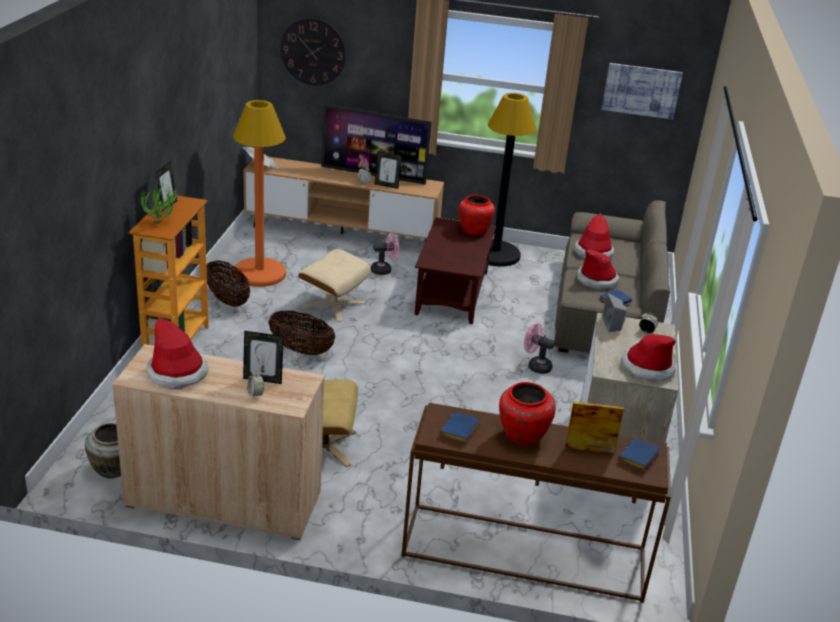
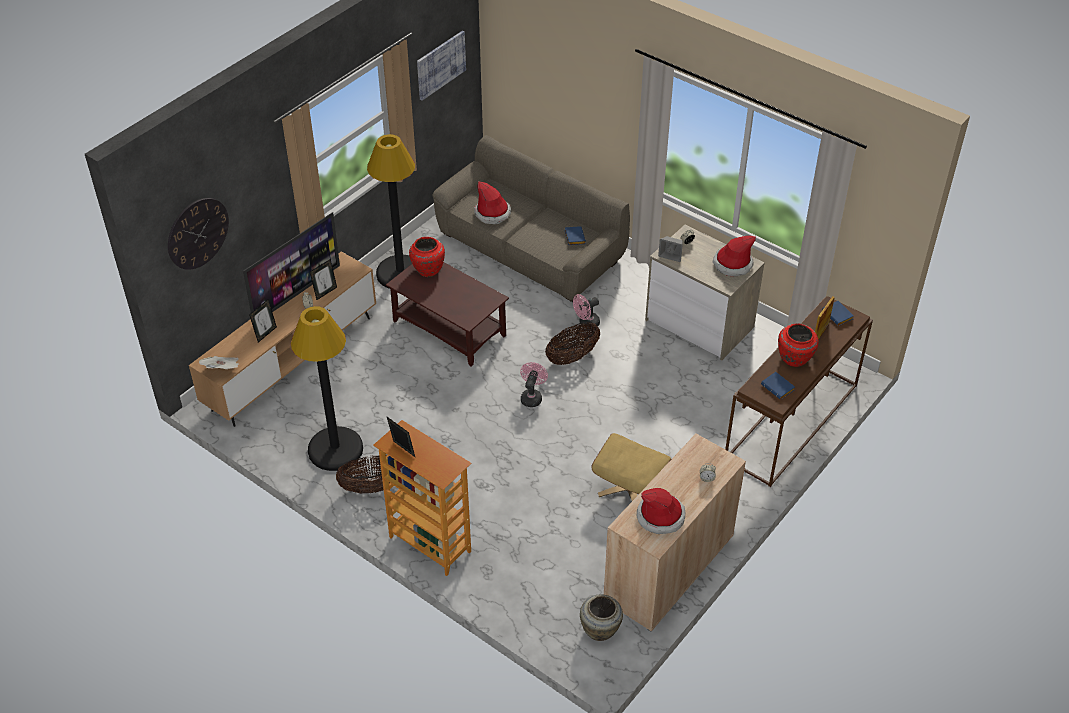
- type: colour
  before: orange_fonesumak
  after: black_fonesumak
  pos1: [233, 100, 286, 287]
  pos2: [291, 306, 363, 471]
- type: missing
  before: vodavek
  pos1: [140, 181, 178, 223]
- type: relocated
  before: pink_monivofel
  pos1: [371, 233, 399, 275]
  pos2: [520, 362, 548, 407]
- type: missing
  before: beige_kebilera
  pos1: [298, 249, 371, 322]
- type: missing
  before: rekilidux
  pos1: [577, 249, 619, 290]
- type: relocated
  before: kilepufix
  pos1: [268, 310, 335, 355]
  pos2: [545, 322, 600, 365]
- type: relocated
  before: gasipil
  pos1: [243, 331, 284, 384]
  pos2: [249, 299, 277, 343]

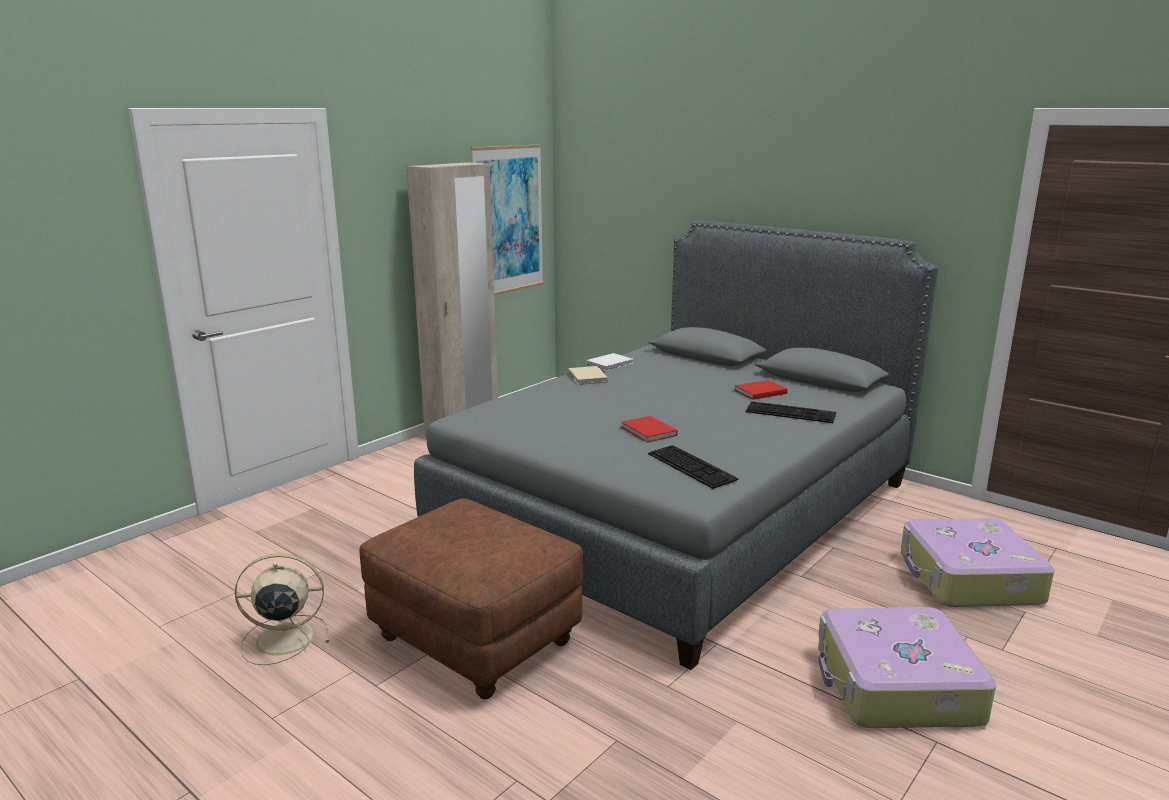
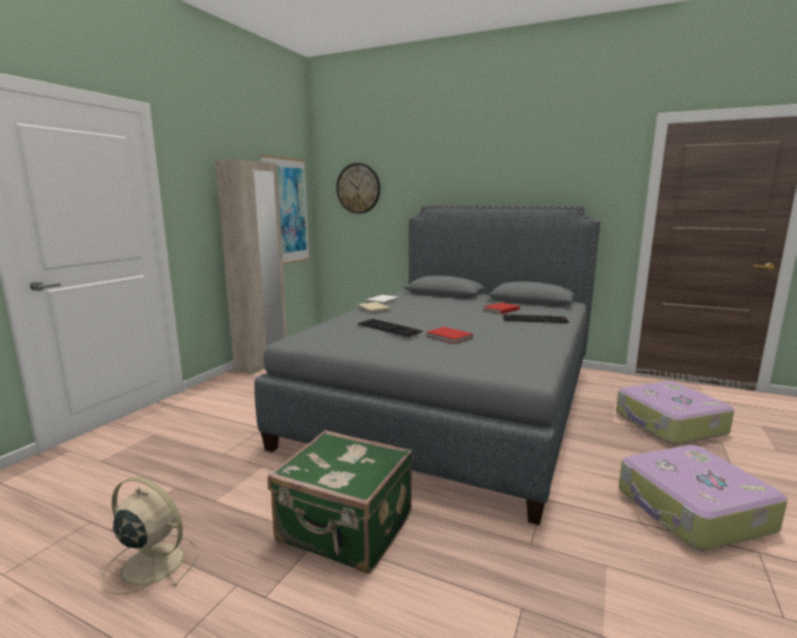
- type: relocated
  before: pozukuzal
  pos1: [648, 445, 738, 489]
  pos2: [358, 319, 422, 337]
- type: exchanged
  before: brown_kebilera
  after: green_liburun
  pos1: [360, 498, 583, 699]
  pos2: [268, 430, 413, 574]
- type: spun
  before: beige_monivofel
  pos1: [235, 554, 329, 665]
  pos2: [101, 477, 198, 594]
  turn: 45
- type: appeared
  after: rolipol
  pos2: [336, 163, 380, 214]

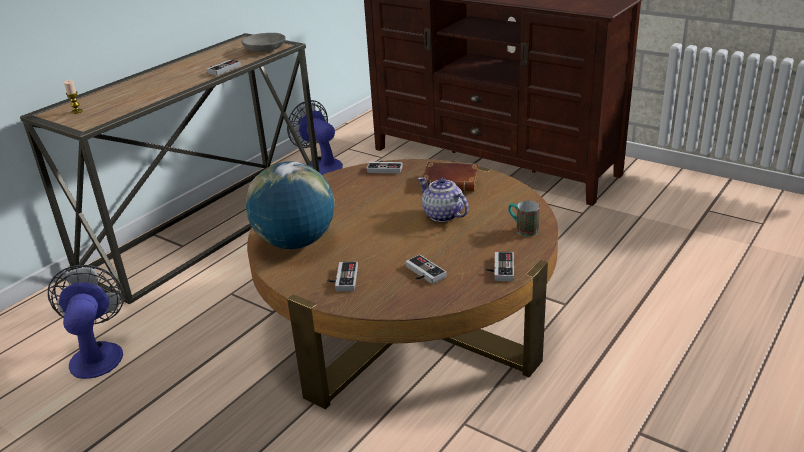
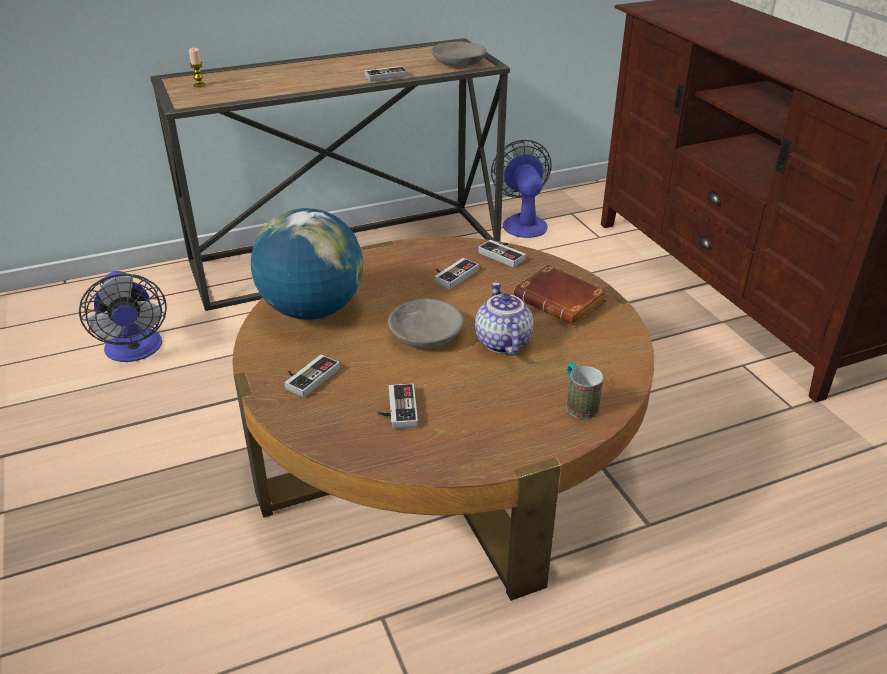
- type: relocated
  before: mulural
  pos1: [485, 252, 514, 281]
  pos2: [434, 258, 479, 289]
- type: spun
  before: monivofel
  pos1: [48, 265, 124, 379]
  pos2: [79, 271, 167, 362]
  turn: 135
- type: appeared
  after: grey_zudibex
  pos2: [388, 298, 464, 348]

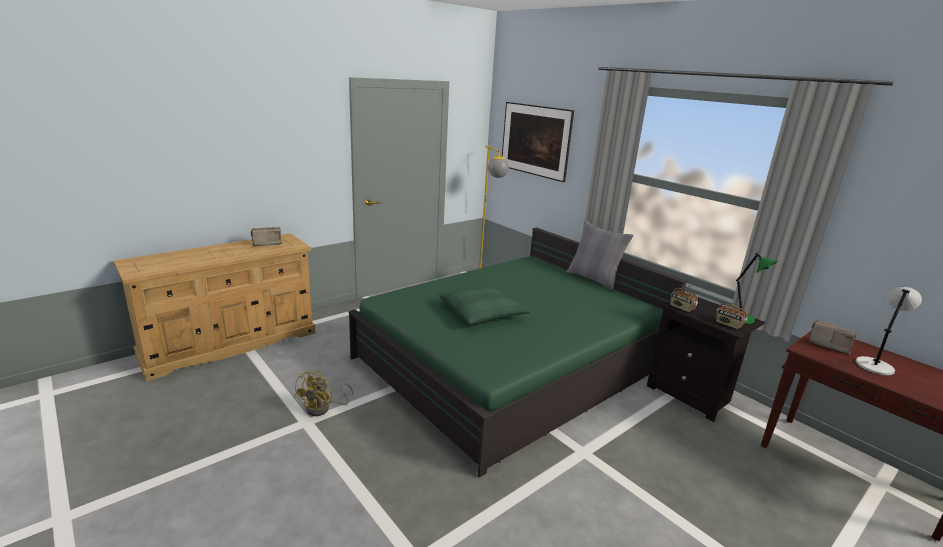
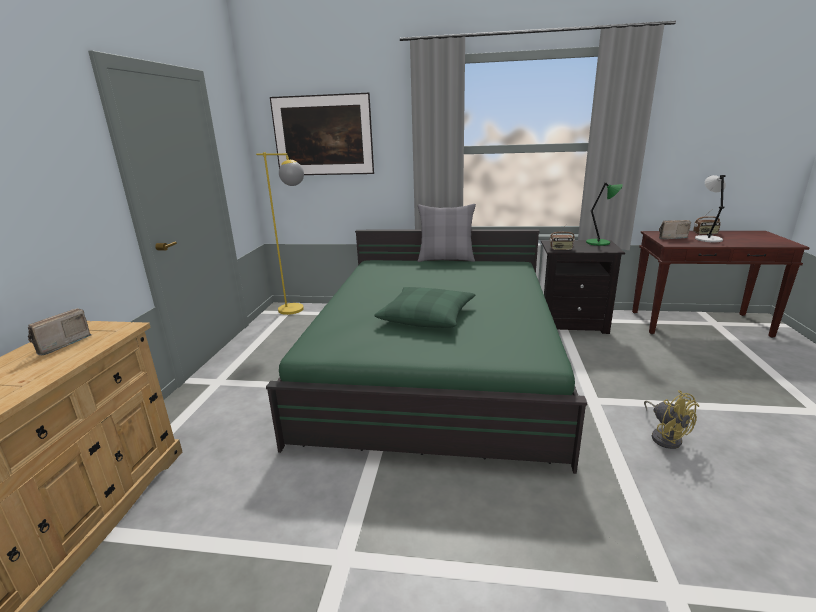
- type: relocated
  before: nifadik
  pos1: [716, 299, 747, 329]
  pos2: [693, 210, 721, 235]
- type: relocated
  before: yellow_monivofel
  pos1: [294, 371, 353, 416]
  pos2: [644, 390, 699, 449]

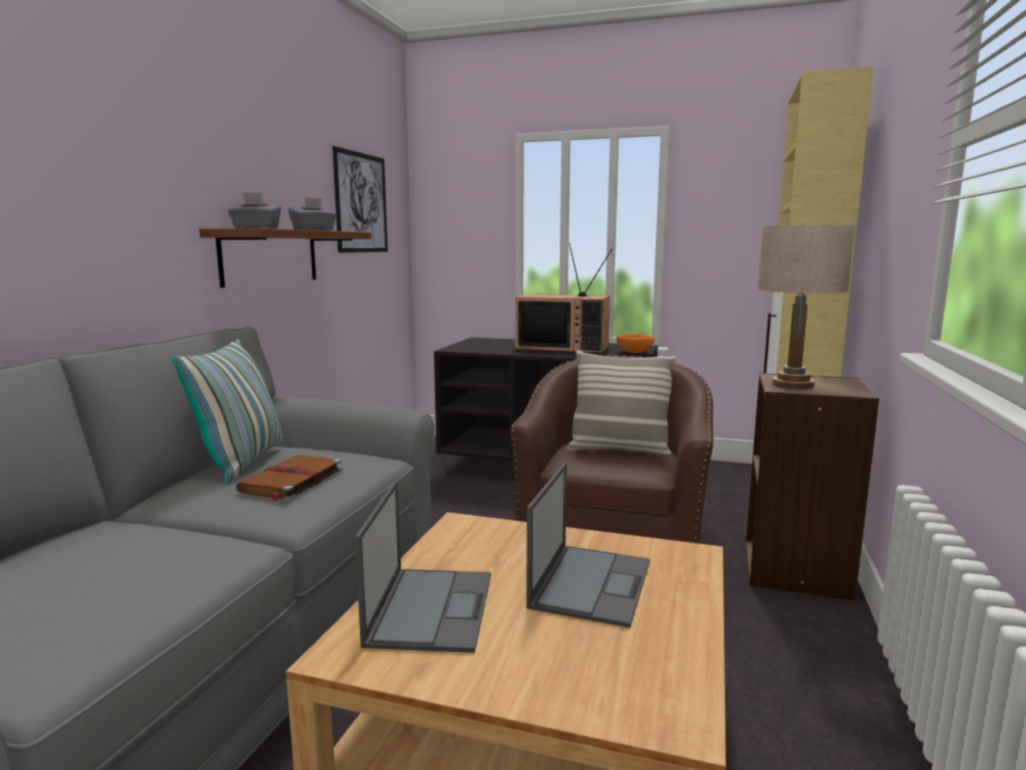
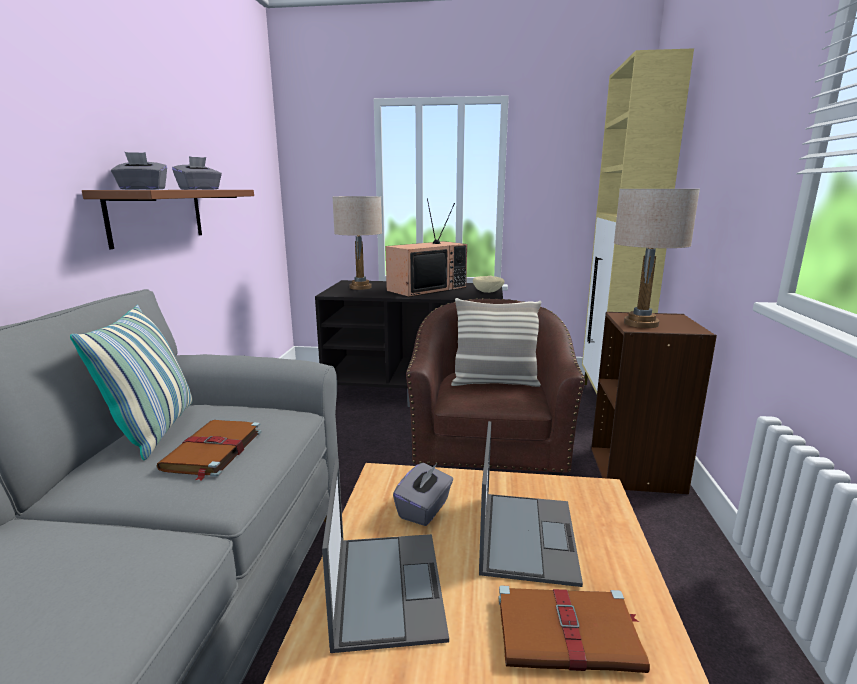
- type: missing
  before: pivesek
  pos1: [332, 146, 388, 253]
- type: spun
  before: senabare
  pos1: [515, 243, 612, 353]
  pos2: [386, 198, 467, 297]
  turn: -45
- type: colour
  before: orange_zudibex
  after: beige_zudibex
  pos1: [616, 334, 655, 353]
  pos2: [473, 276, 505, 293]
- type: appeared
  after: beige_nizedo
  pos2: [333, 196, 382, 290]
- type: appeared
  after: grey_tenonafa
  pos2: [393, 463, 453, 526]
- type: appeared
  after: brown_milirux
  pos2: [498, 585, 650, 673]

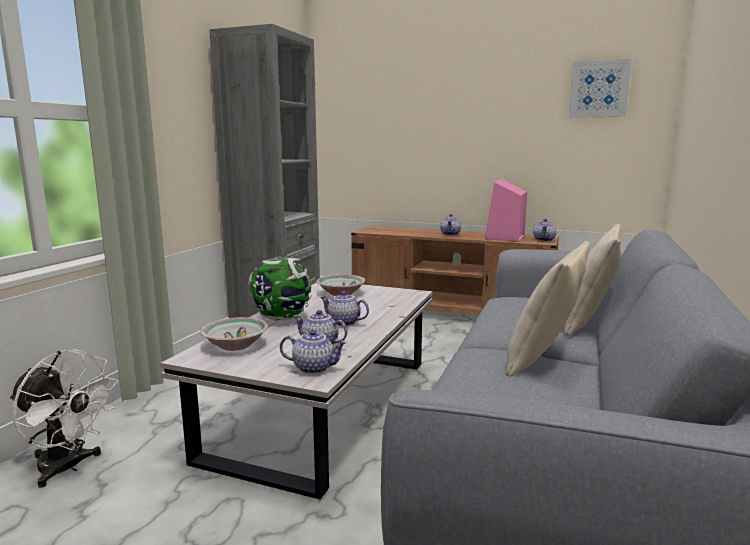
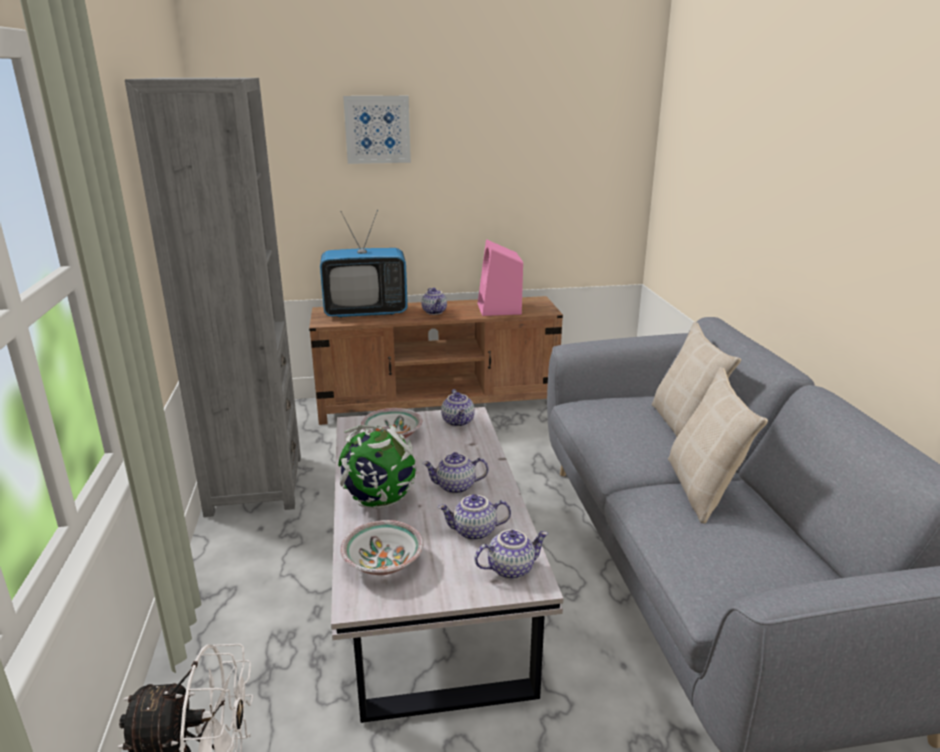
- type: relocated
  before: pivesek
  pos1: [569, 59, 632, 118]
  pos2: [343, 96, 411, 164]
- type: relocated
  before: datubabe
  pos1: [533, 219, 557, 242]
  pos2: [441, 389, 475, 427]
- type: appeared
  after: senabare
  pos2: [320, 210, 408, 318]

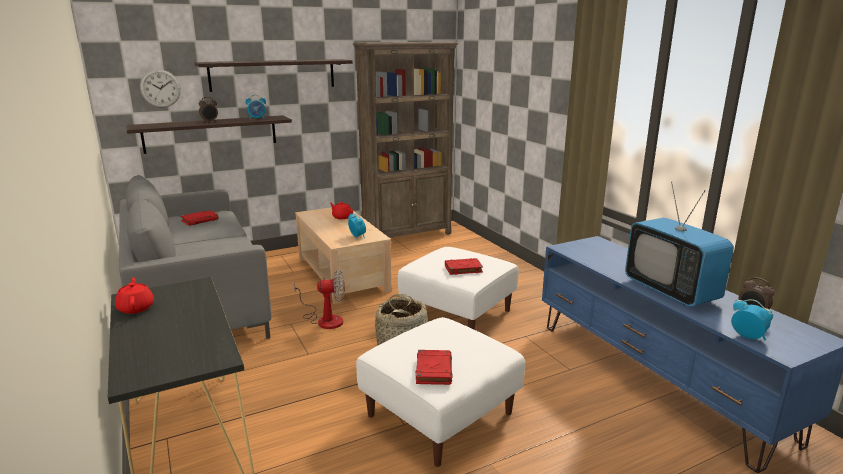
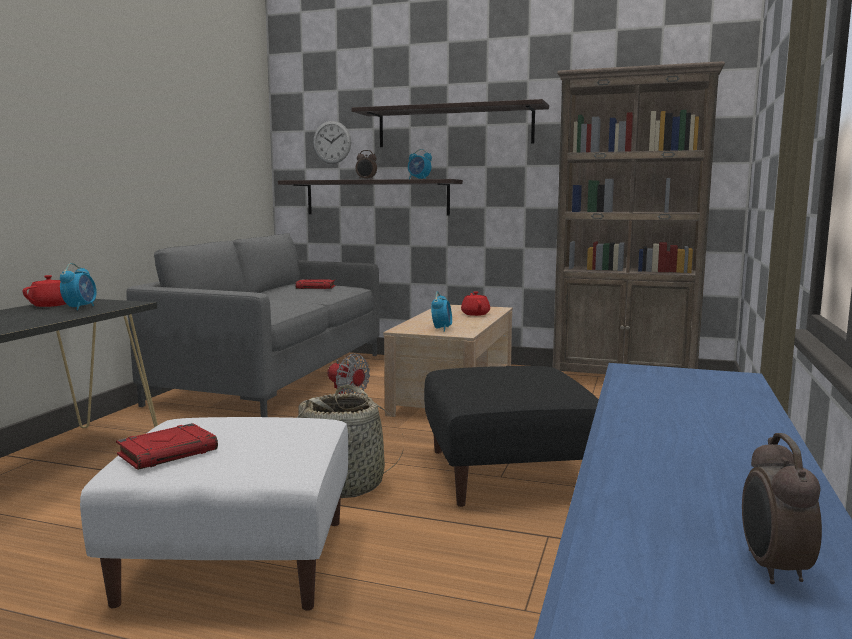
- type: missing
  before: senabare
  pos1: [625, 182, 734, 307]
- type: colour
  before: white_kebilera
  after: black_kebilera
  pos1: [398, 247, 519, 330]
  pos2: [424, 366, 599, 507]
- type: missing
  before: red_milirux
  pos1: [445, 258, 483, 275]
- type: relocated
  before: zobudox
  pos1: [731, 299, 773, 340]
  pos2: [60, 263, 97, 310]

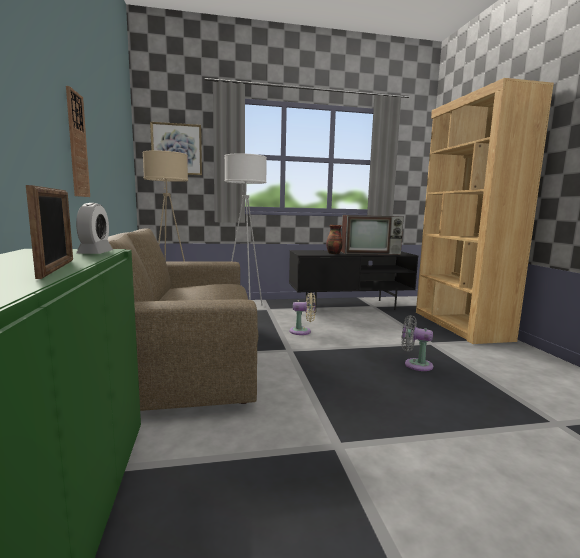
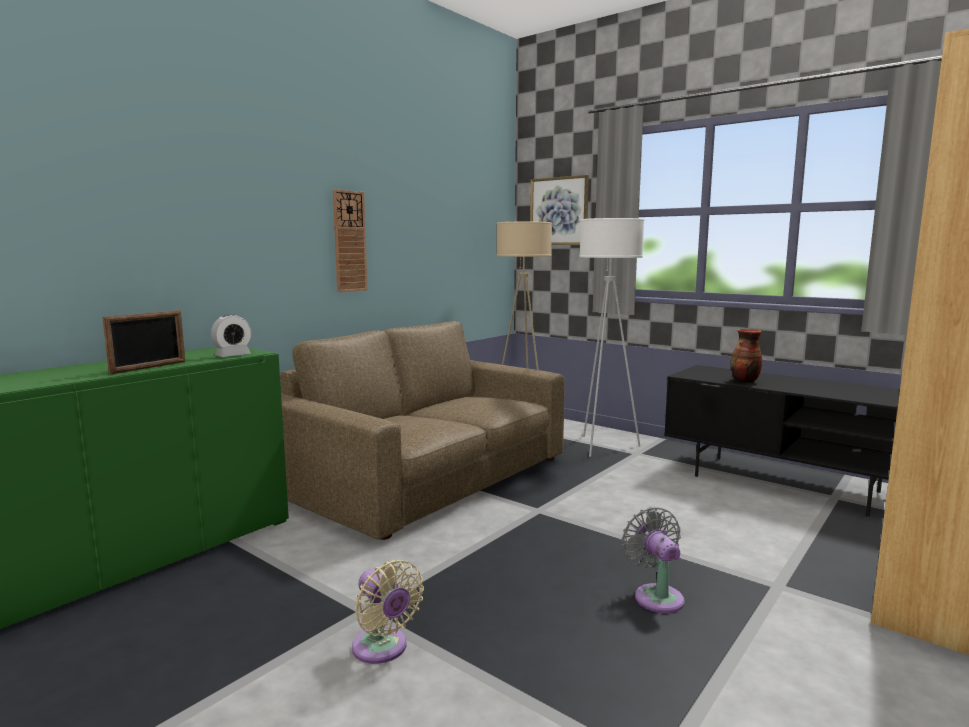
- type: missing
  before: senabare
  pos1: [341, 215, 404, 255]
- type: relocated
  before: beige_monivofel
  pos1: [290, 292, 316, 335]
  pos2: [352, 560, 424, 664]

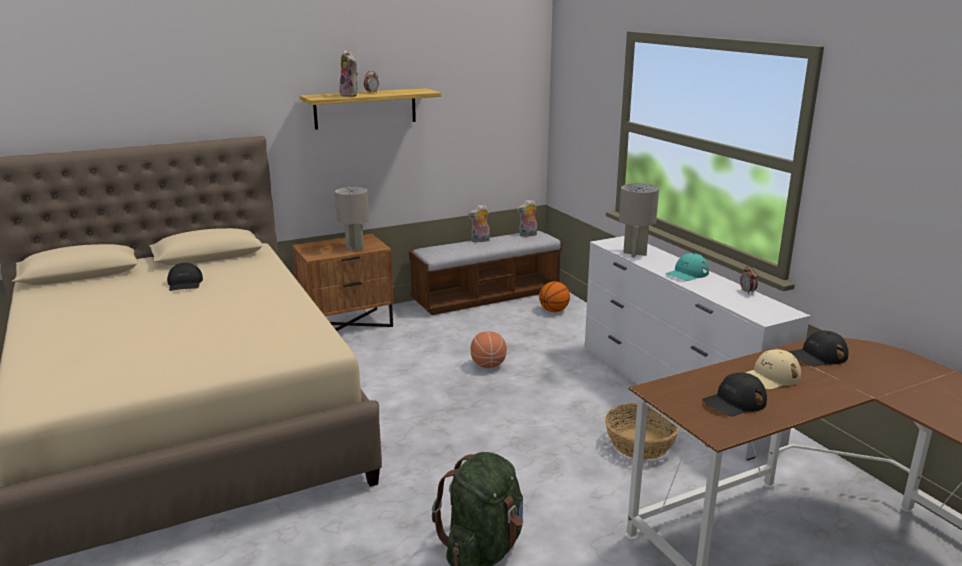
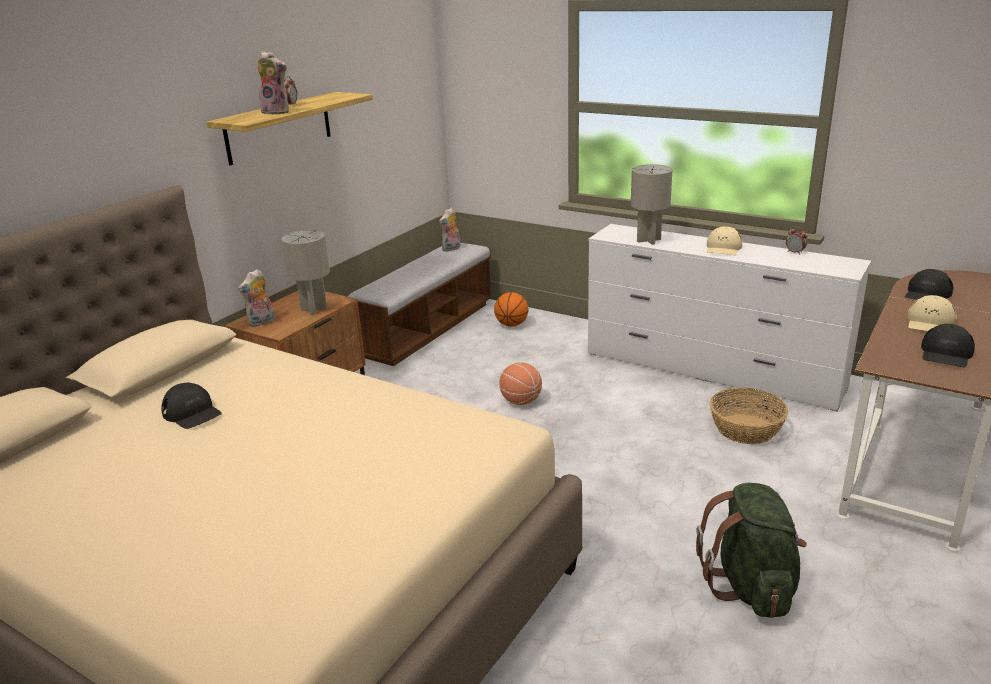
- type: relocated
  before: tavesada
  pos1: [468, 204, 490, 242]
  pos2: [238, 269, 275, 327]
- type: colour
  before: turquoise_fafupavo
  after: beige_fafupavo
  pos1: [665, 253, 709, 281]
  pos2: [706, 226, 743, 255]

